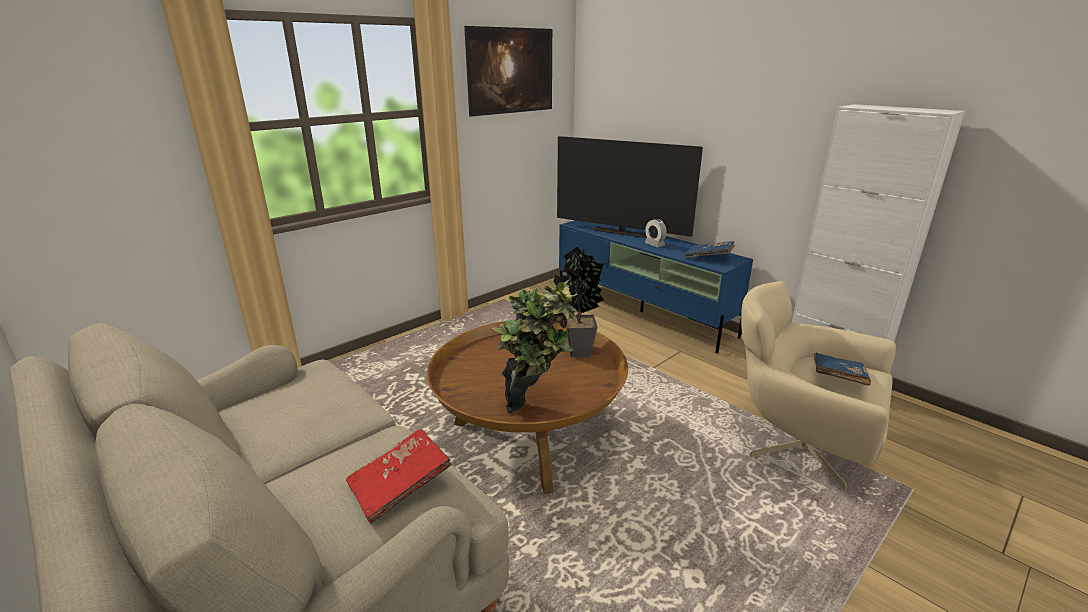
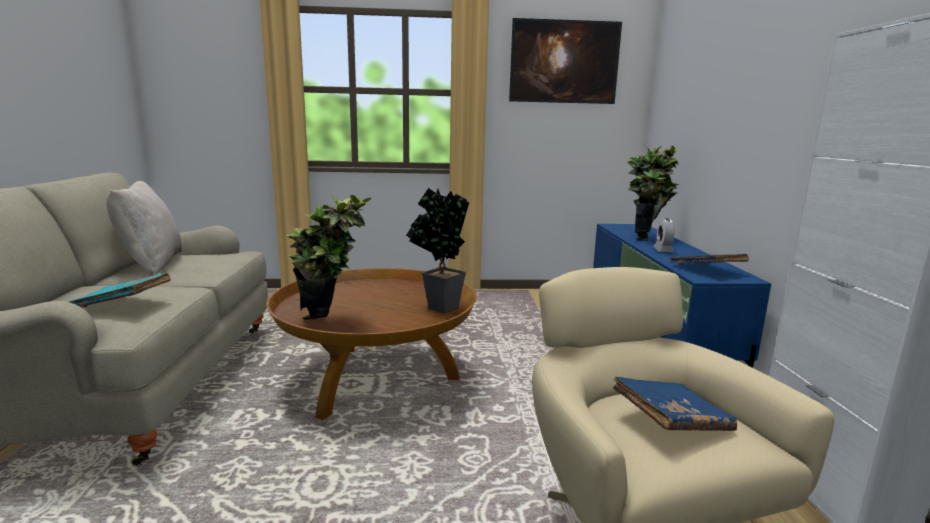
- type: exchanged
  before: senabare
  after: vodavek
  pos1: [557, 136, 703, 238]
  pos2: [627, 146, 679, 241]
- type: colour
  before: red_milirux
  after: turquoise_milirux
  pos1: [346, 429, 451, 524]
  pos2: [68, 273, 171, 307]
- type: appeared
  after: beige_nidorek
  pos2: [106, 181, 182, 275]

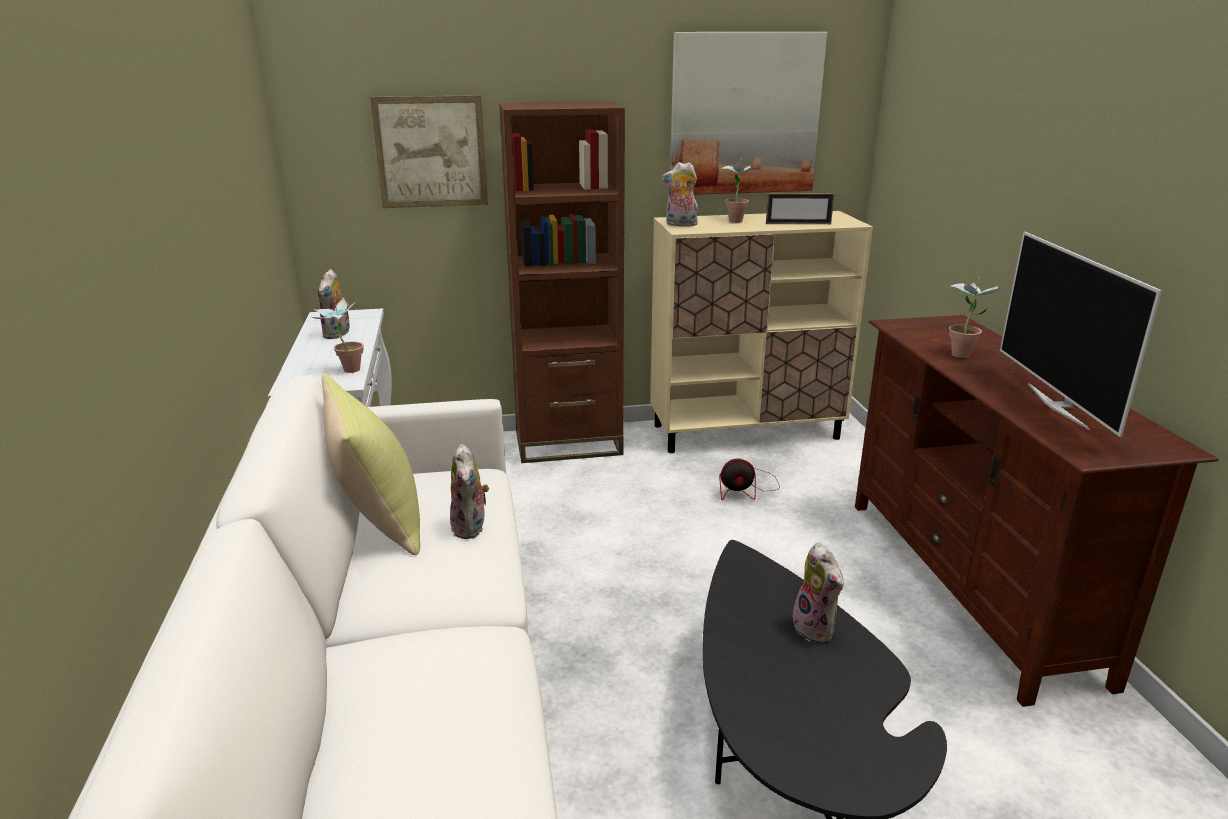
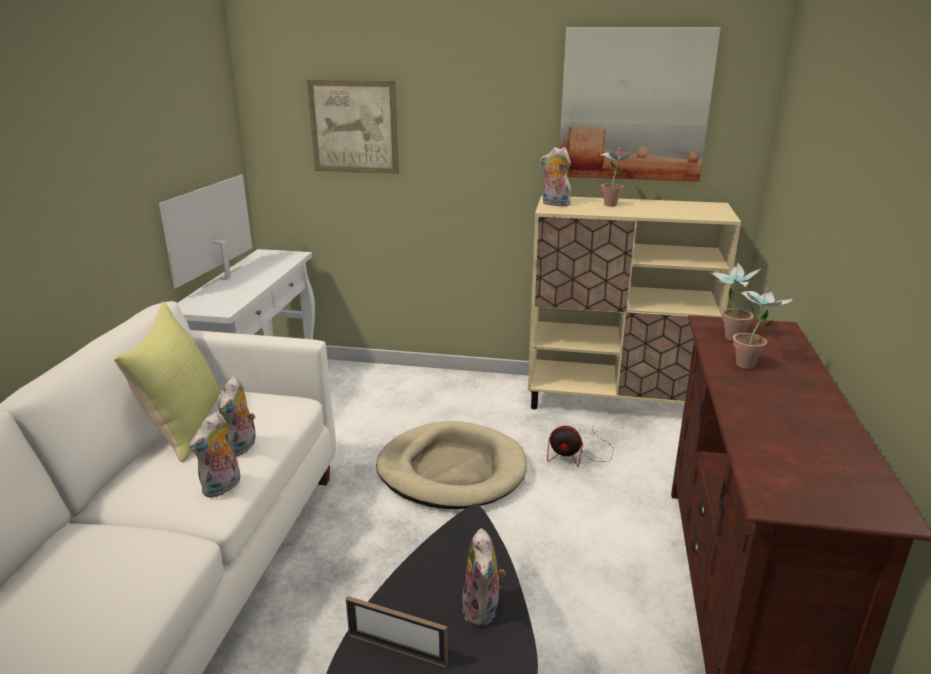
- type: missing
  before: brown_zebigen
  pos1: [499, 102, 625, 463]
- type: relocated
  before: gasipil
  pos1: [766, 193, 834, 224]
  pos2: [346, 596, 448, 668]
- type: relocated
  before: senabare
  pos1: [1000, 232, 1162, 437]
  pos2: [159, 174, 252, 289]
- type: relocated
  before: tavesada
  pos1: [318, 269, 350, 339]
  pos2: [189, 412, 241, 498]
- type: relocated
  before: vodavek
  pos1: [313, 298, 364, 373]
  pos2: [710, 263, 761, 341]
- type: appeared
  after: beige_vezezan
  pos2: [376, 421, 527, 509]

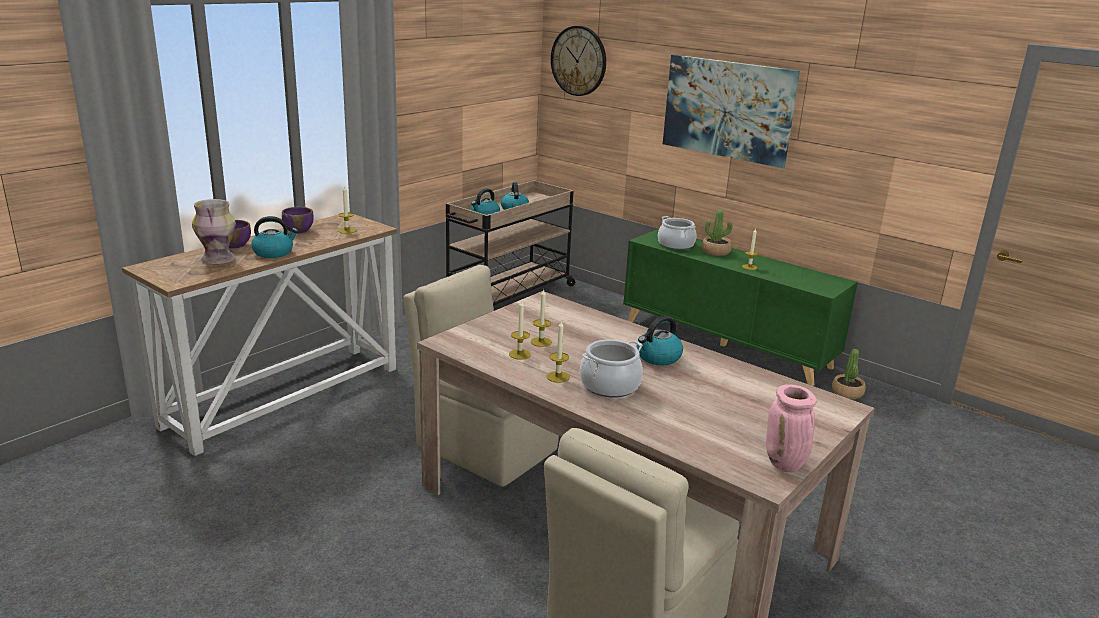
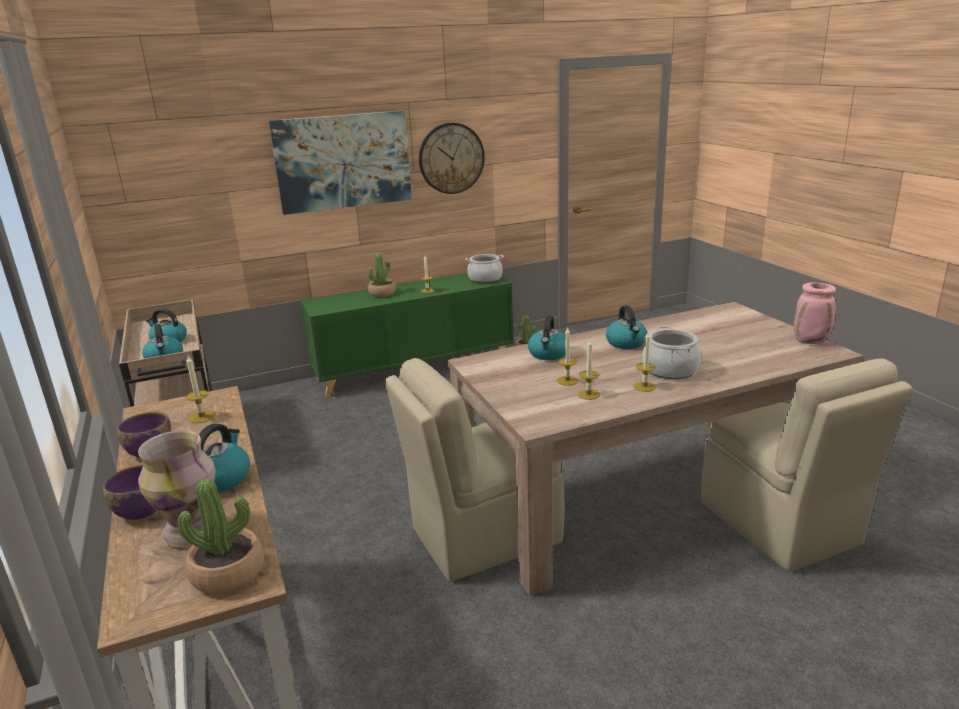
- type: relocated
  before: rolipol
  pos1: [551, 26, 606, 96]
  pos2: [419, 123, 485, 194]
- type: relocated
  before: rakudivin
  pos1: [658, 216, 696, 250]
  pos2: [465, 254, 504, 283]
- type: appeared
  after: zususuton
  pos2: [528, 315, 565, 360]
- type: appeared
  after: vodavek
  pos2: [178, 479, 264, 595]

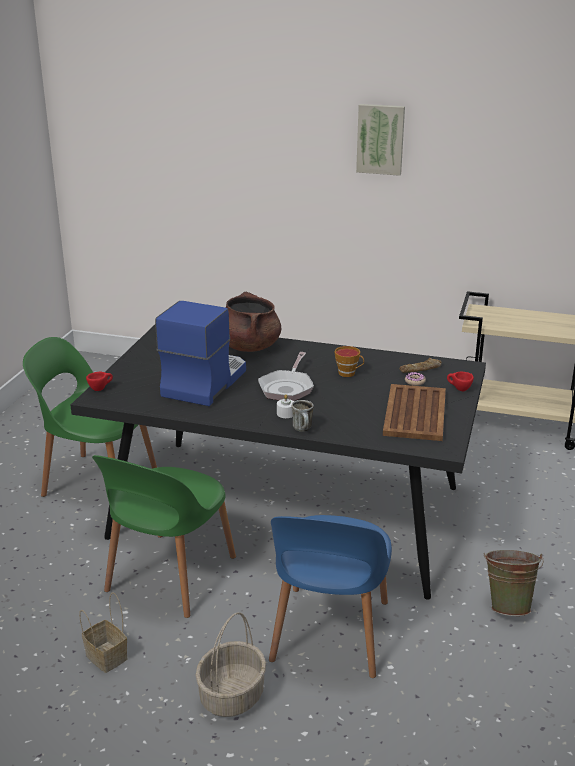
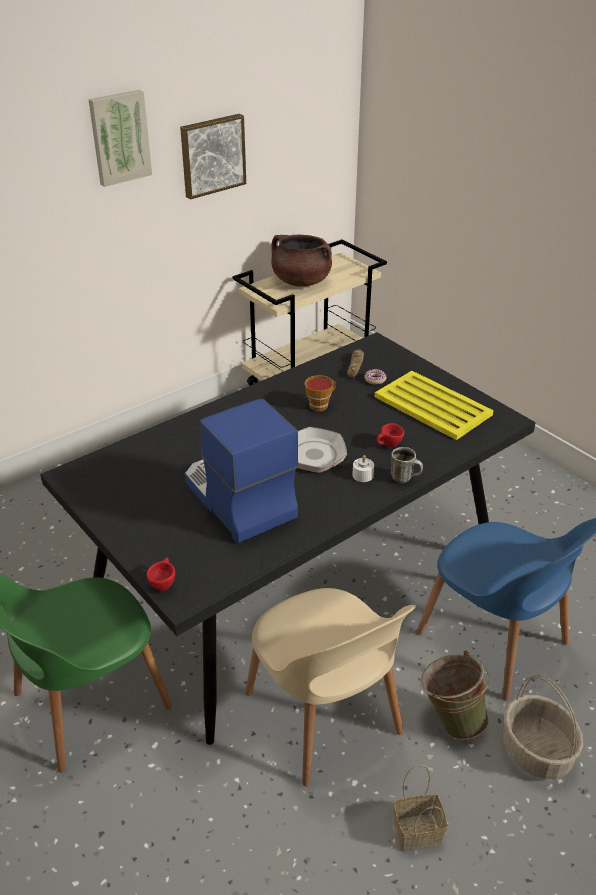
- type: relocated
  before: brown_rakudivin
  pos1: [226, 292, 282, 352]
  pos2: [271, 235, 332, 287]
- type: relocated
  before: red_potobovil
  pos1: [447, 372, 474, 391]
  pos2: [376, 423, 404, 447]
- type: colour
  before: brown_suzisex
  after: yellow_suzisex
  pos1: [383, 384, 446, 441]
  pos2: [375, 371, 494, 440]
- type: colour
  before: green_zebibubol
  after: beige_zebibubol
  pos1: [92, 455, 236, 618]
  pos2: [245, 588, 416, 787]
- type: relocated
  before: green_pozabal
  pos1: [484, 550, 544, 616]
  pos2: [420, 650, 489, 740]
- type: appeared
  after: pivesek
  pos2: [180, 114, 246, 199]

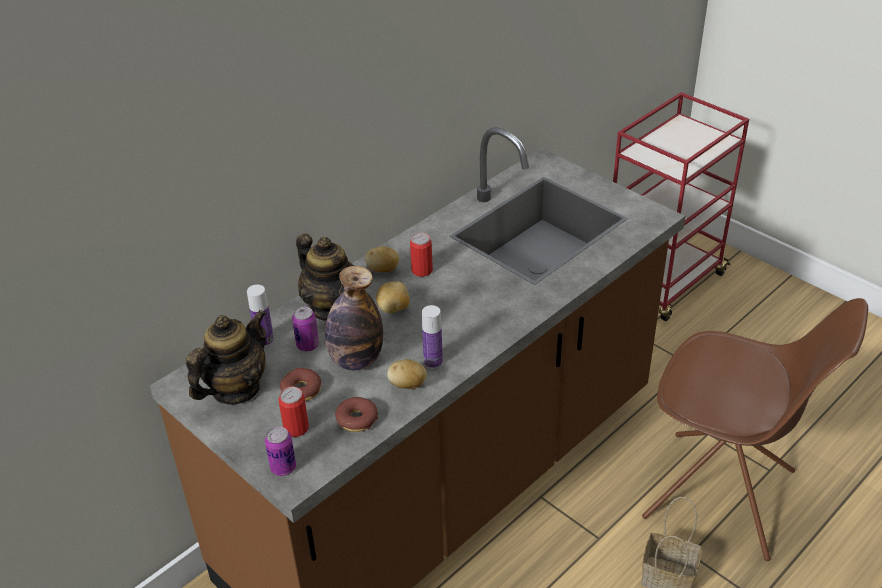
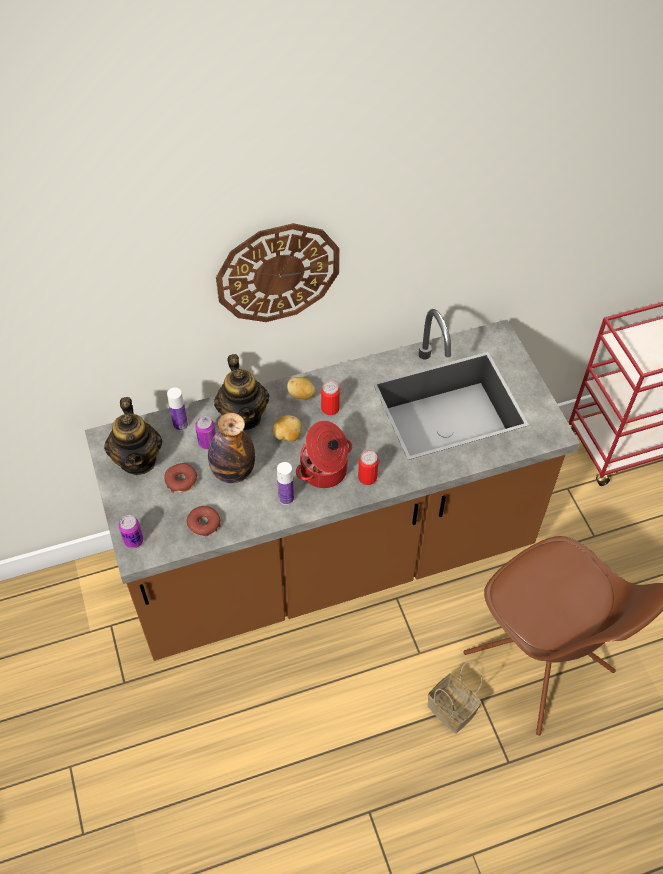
- type: spun
  before: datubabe
  pos1: [186, 310, 266, 405]
  pos2: [104, 397, 162, 475]
  turn: 105
- type: missing
  before: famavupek
  pos1: [387, 359, 427, 389]
- type: relocated
  before: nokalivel
  pos1: [279, 387, 309, 437]
  pos2: [358, 450, 378, 485]
- type: appeared
  after: rolipol
  pos2: [216, 223, 340, 322]
- type: appeared
  after: rakudivin
  pos2: [296, 421, 352, 488]

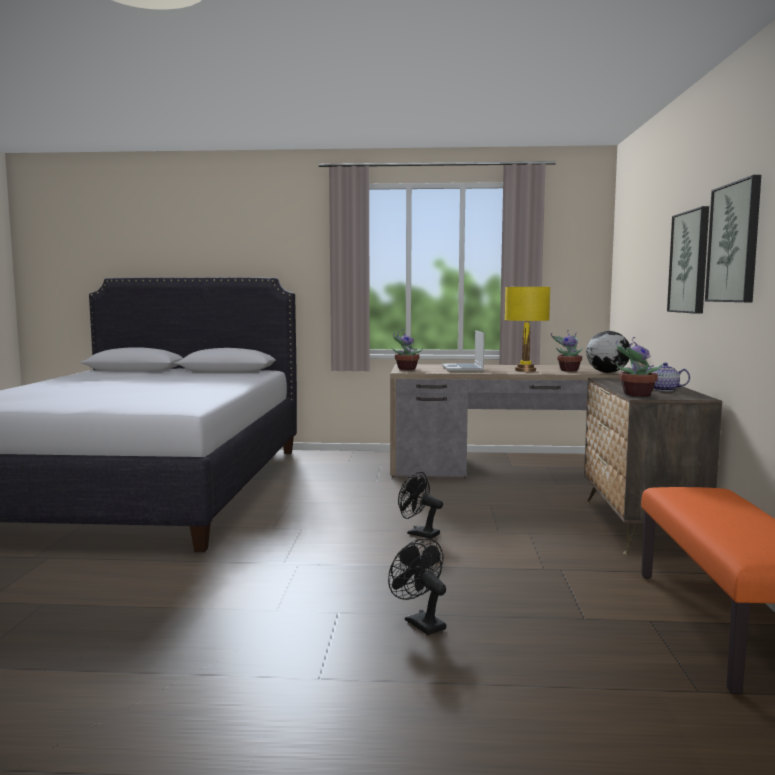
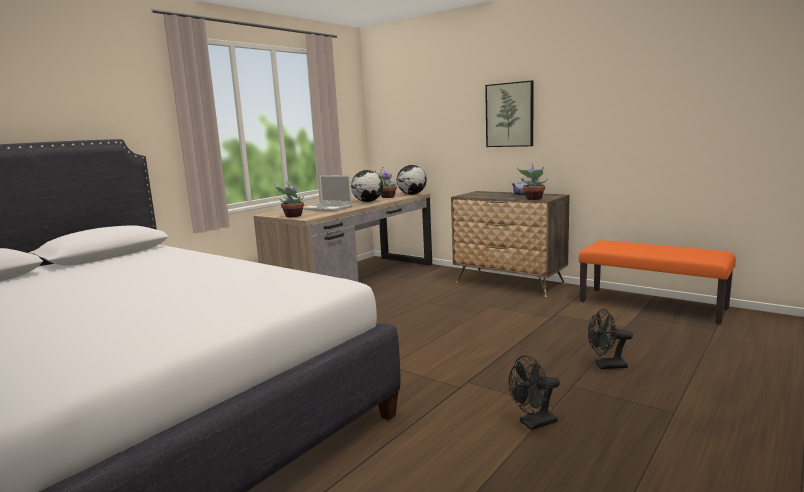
- type: missing
  before: pivesek
  pos1: [705, 175, 761, 302]
- type: exchanged
  before: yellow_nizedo
  after: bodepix
  pos1: [505, 287, 550, 372]
  pos2: [351, 170, 383, 202]
- type: relocated
  before: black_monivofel
  pos1: [398, 472, 443, 539]
  pos2: [509, 355, 560, 430]

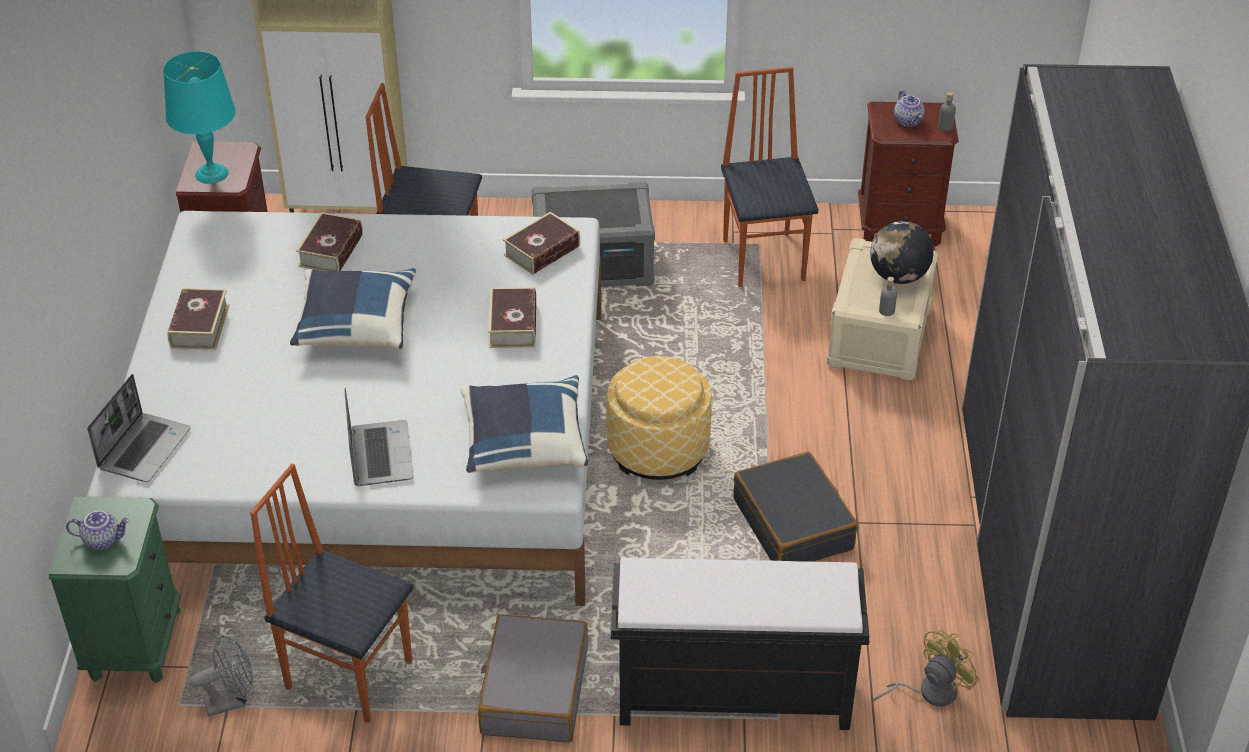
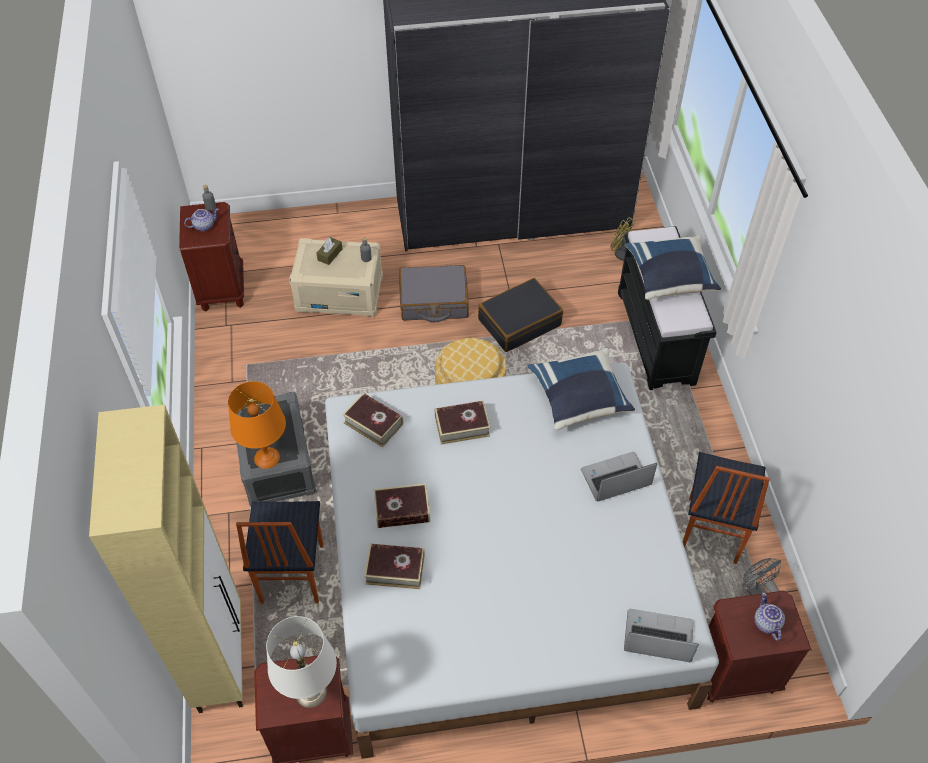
- type: colour
  before: turquoise_nizedo
  after: white_nizedo
  pos1: [163, 51, 236, 184]
  pos2: [266, 616, 337, 708]
- type: missing
  before: zebibubol
  pos1: [721, 67, 819, 287]
- type: exchanged
  before: bodepix
  after: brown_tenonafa
  pos1: [870, 221, 934, 284]
  pos2: [317, 237, 342, 265]
- type: relocated
  before: blue_nidorek
  pos1: [290, 268, 416, 350]
  pos2: [625, 235, 721, 300]
- type: relocated
  before: milirux
  pos1: [168, 288, 229, 350]
  pos2: [374, 483, 430, 528]
- type: colour
  before: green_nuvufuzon
  after: brown_nuvufuzon
  pos1: [49, 497, 181, 683]
  pos2: [707, 591, 812, 703]
- type: relocated
  before: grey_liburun
  pos1: [478, 614, 588, 742]
  pos2: [399, 265, 469, 322]
- type: appeared
  after: orange_nizedo
  pos2: [228, 381, 286, 469]

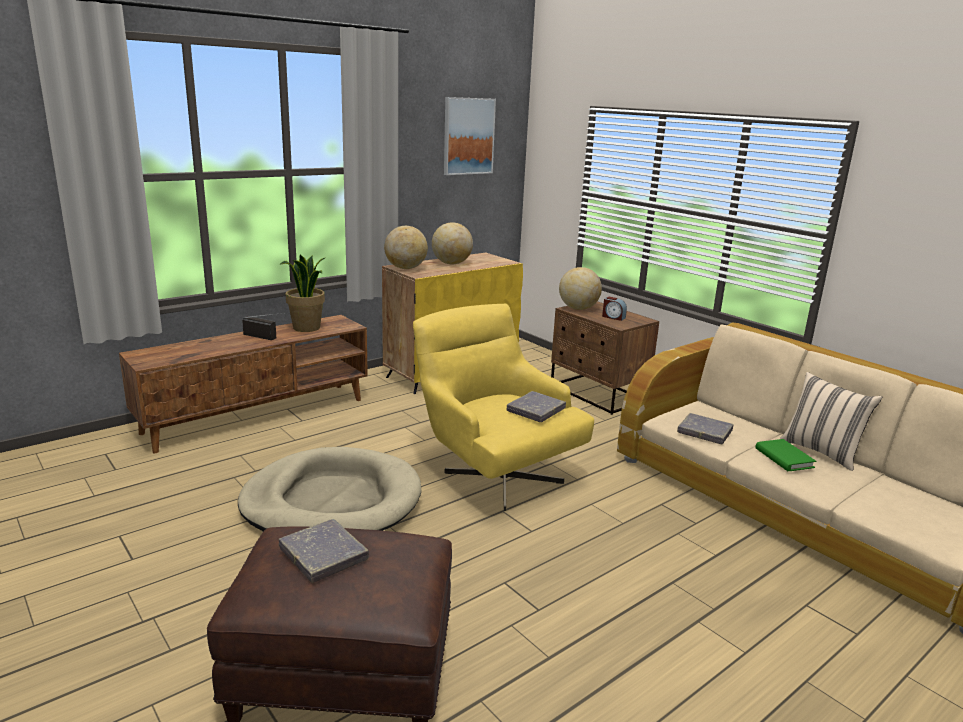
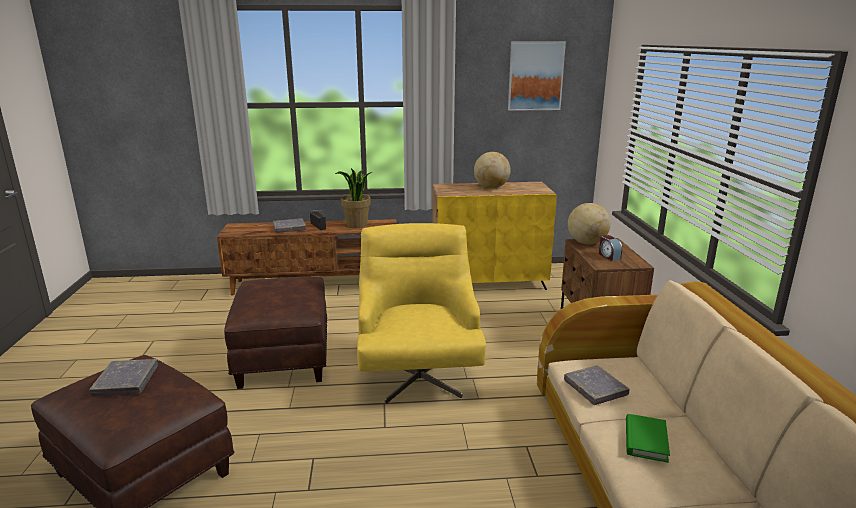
- type: missing
  before: bodepix
  pos1: [384, 226, 428, 269]
- type: missing
  before: beige_nidorek
  pos1: [780, 372, 882, 471]
- type: relocated
  before: grey_milirux
  pos1: [506, 391, 566, 422]
  pos2: [273, 218, 306, 233]
- type: exchanged
  before: beige_vezezan
  after: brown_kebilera
  pos1: [238, 447, 422, 531]
  pos2: [224, 277, 327, 389]

